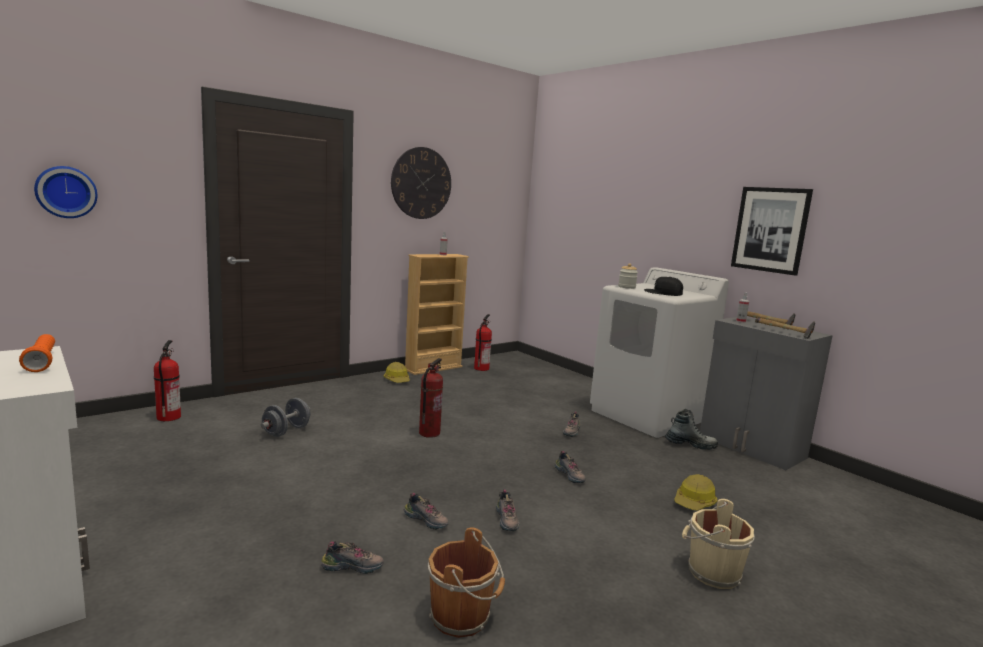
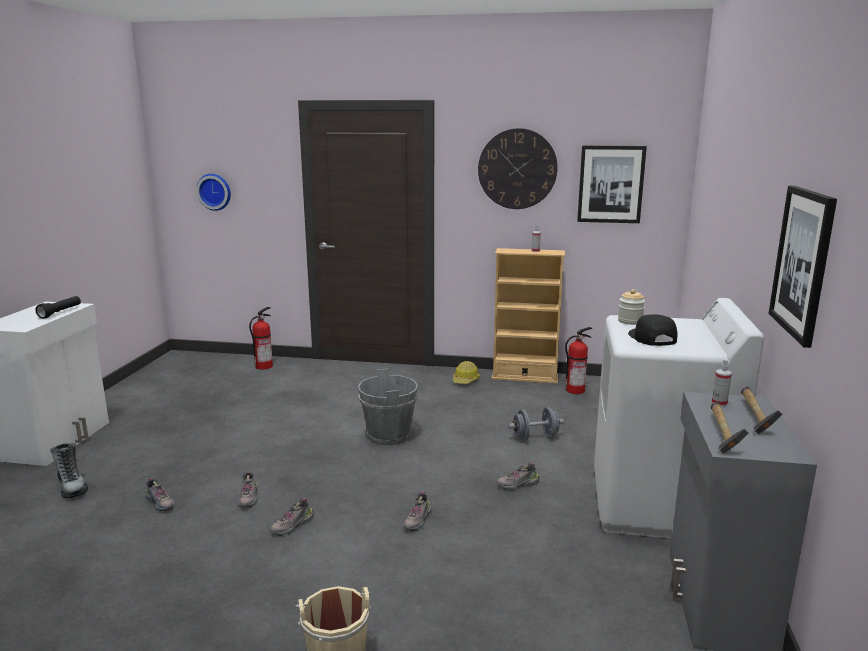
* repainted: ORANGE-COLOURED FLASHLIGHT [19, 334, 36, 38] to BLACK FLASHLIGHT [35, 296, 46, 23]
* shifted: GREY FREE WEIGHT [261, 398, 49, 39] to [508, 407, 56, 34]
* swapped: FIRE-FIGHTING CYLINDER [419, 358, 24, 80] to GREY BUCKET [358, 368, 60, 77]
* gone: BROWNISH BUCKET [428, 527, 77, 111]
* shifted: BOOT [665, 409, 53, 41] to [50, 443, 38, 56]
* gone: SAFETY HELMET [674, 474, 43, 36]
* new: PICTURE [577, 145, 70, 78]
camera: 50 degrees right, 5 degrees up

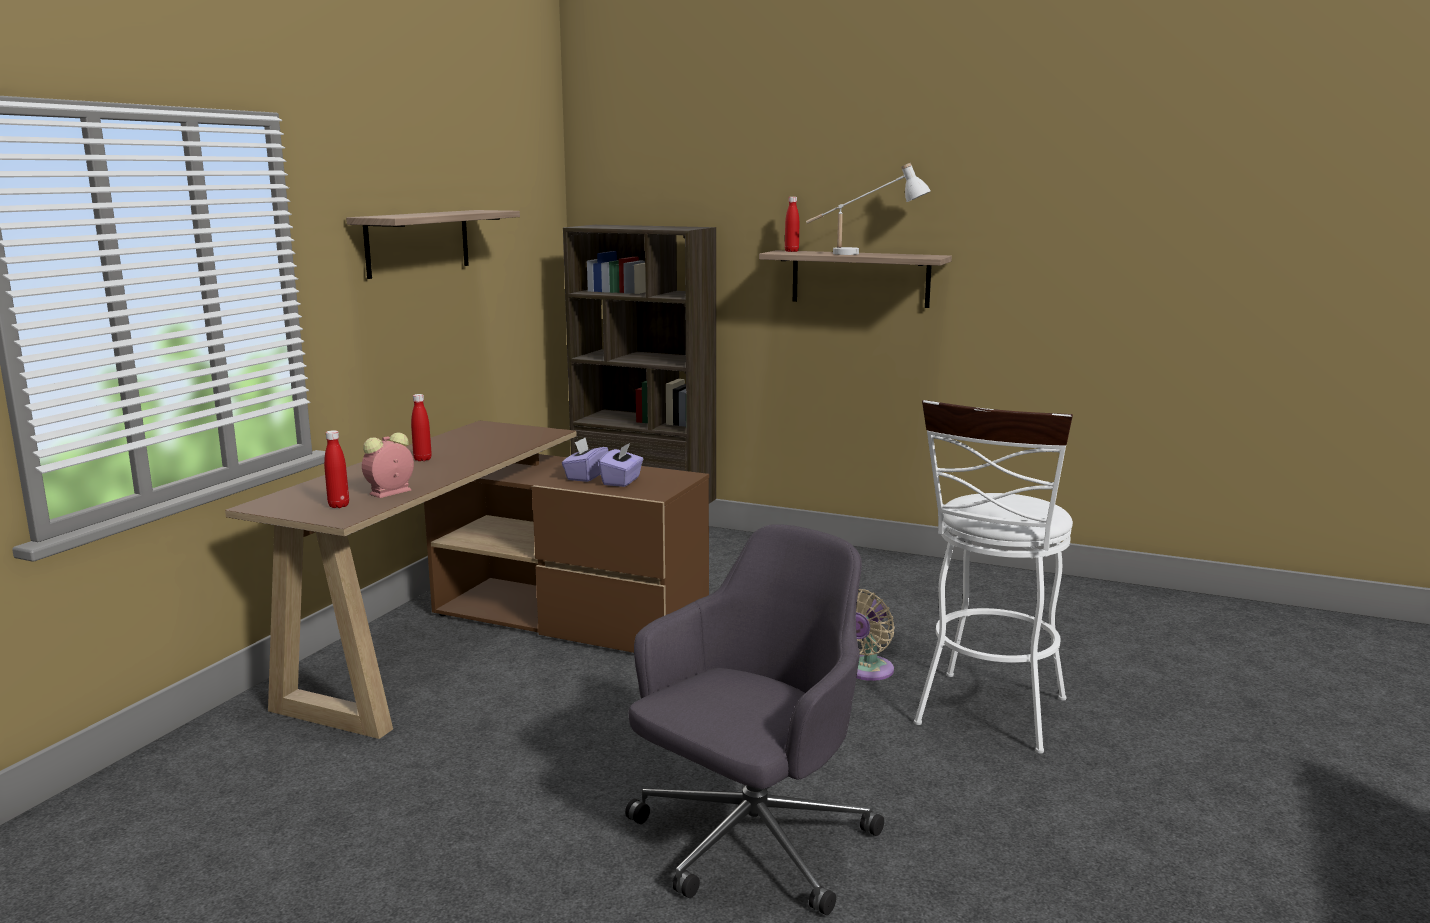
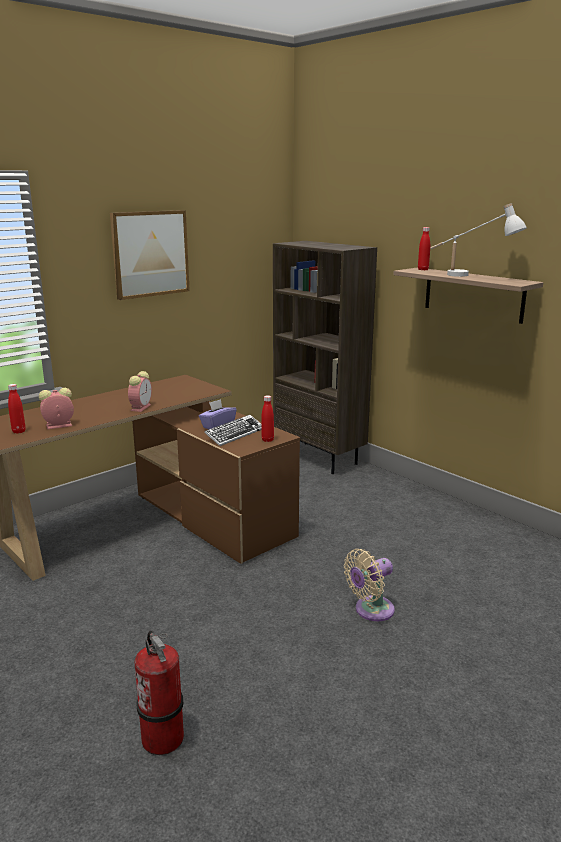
* swapped: BRACKET SHELF [346, 210, 174, 69] to PICTURE [110, 210, 80, 90]
* shifted: RED-COLOURED DRINK BOTTLE [411, 394, 21, 67] to [261, 395, 13, 47]
* swapped: PURPLE-COLOURED TISSUE HOLDER [598, 443, 45, 44] to KEYBOARD [204, 415, 58, 31]
* swapped: GREY OFFICE CHAIR [625, 524, 259, 391] to FIRE-FIGHTING CYLINDER [134, 631, 50, 124]
* gone: WHITE STOOL [914, 400, 159, 354]
* new: TABLE CLOCK [128, 371, 24, 41]
camera: 25 degrees right, 5 degrees up

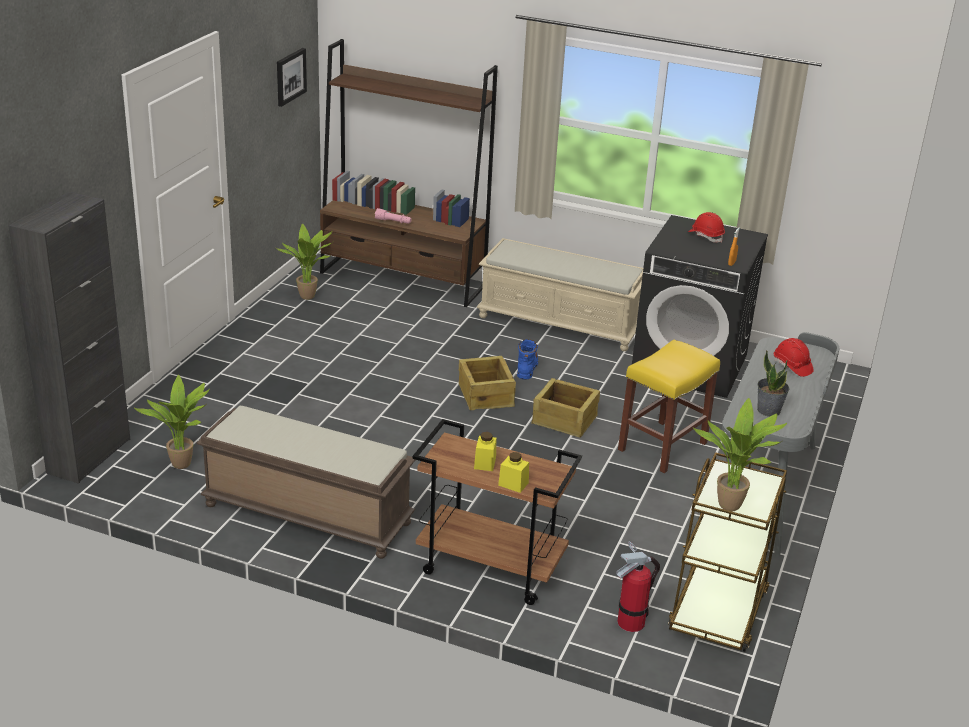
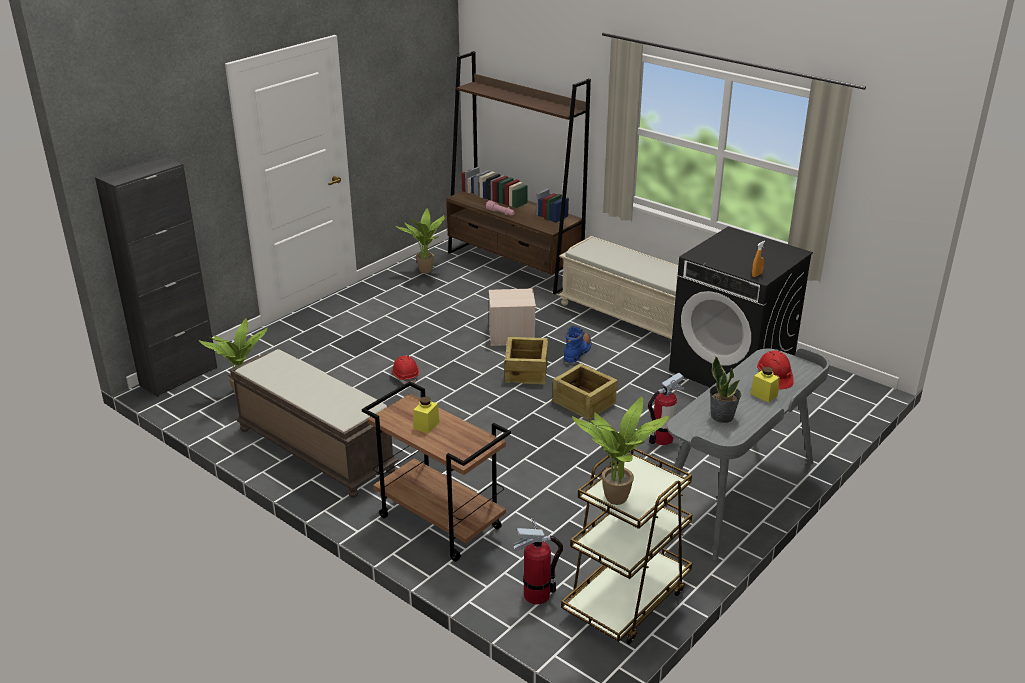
* gone: PICTURE [277, 48, 30, 59]
* shifted: YELLOW STORAGE JAR [498, 452, 31, 41] to [751, 367, 29, 36]
* swapped: YELLOW STOOL [618, 339, 102, 134] to FIRE-FIGHTING CYLINDER [648, 373, 36, 72]
* shifted: RED-COLOURED SAFETY HELMET [688, 212, 37, 31] to [391, 356, 28, 28]
* new: BEIGE STORAGE BIN [489, 288, 47, 58]
camera: 20 degrees right, 0 degrees up

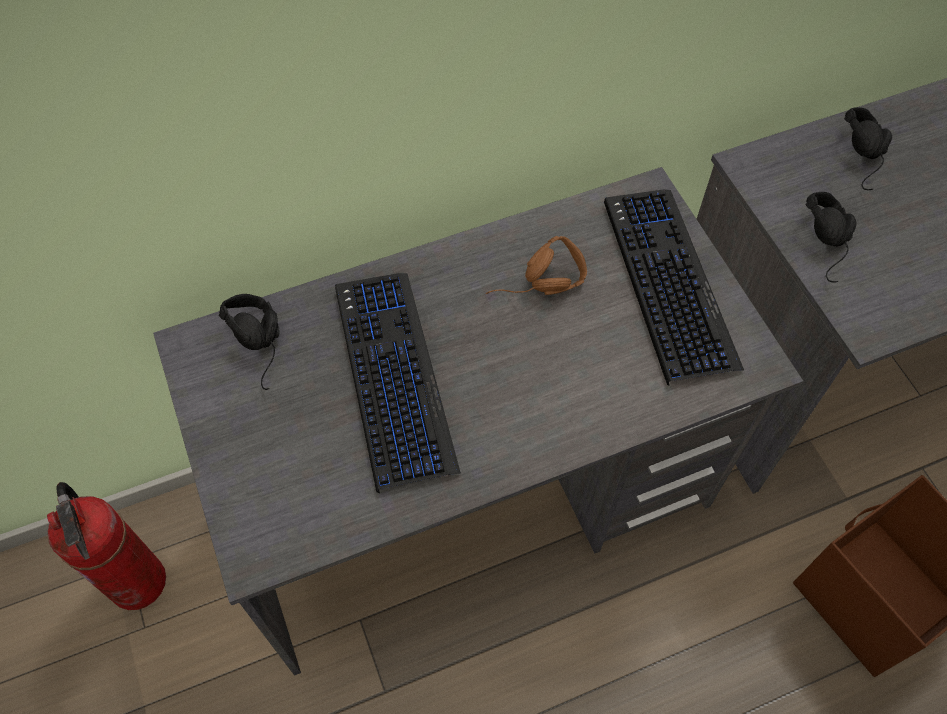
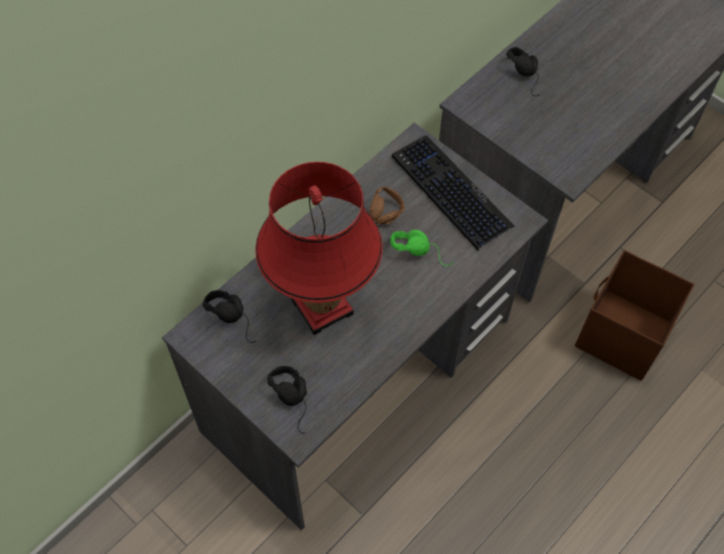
* gone: FIRE-FIGHTING CYLINDER [47, 482, 119, 128]
* swapped: KEYBOARD [335, 273, 126, 220] to RED-COLOURED TABLE LAMP [255, 162, 128, 173]
* shifted: BLACK HEADPHONES [805, 192, 52, 90] to [267, 366, 40, 68]
* new: GREEN-COLOURED HEADPHONES [390, 230, 65, 36]
camera: 25 degrees left, 0 degrees up

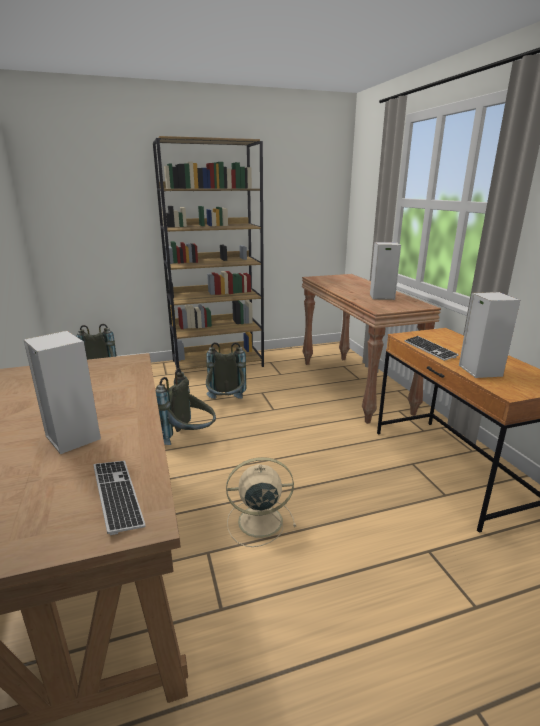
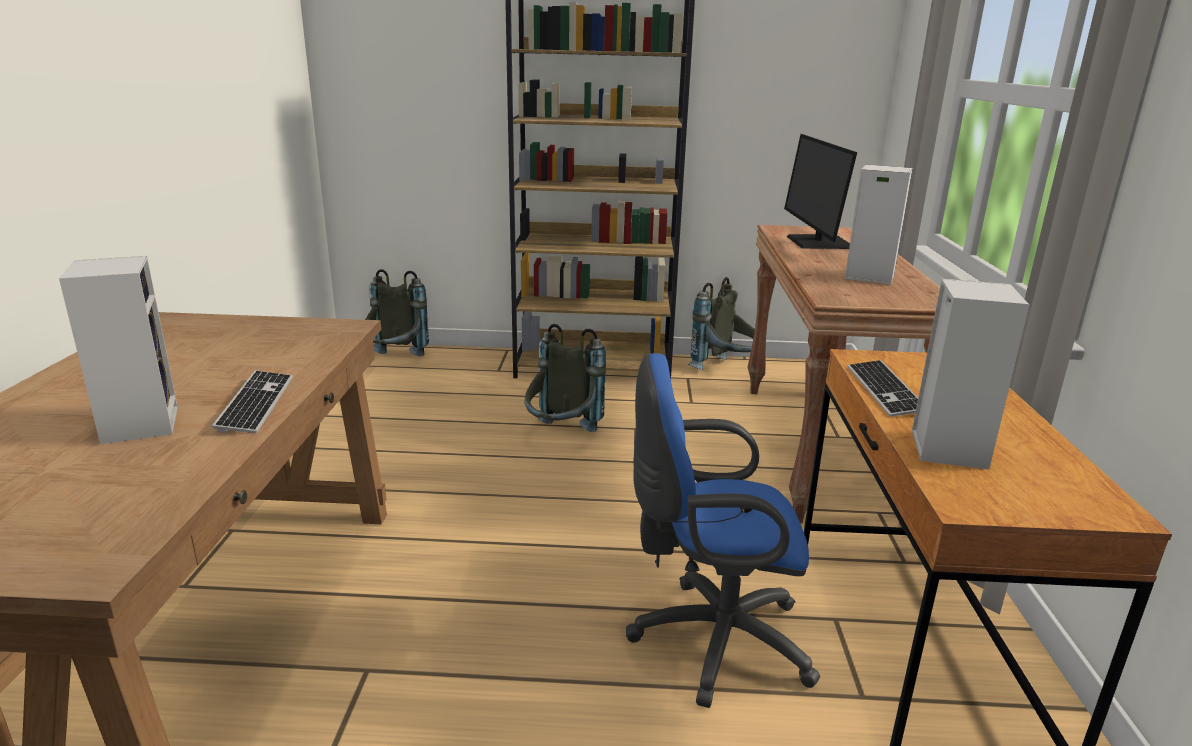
* shifted: KEYBOARD [94, 461, 51, 74] to [212, 370, 81, 63]
* shifted: GREY BACKPACK [156, 368, 60, 77] to [688, 277, 67, 93]
* gone: BEIGE COOLING FAN [226, 457, 70, 90]
* new: BLUISH OFFICE CHAIR [626, 353, 194, 355]
* new: MONITOR [784, 134, 73, 115]
camera: 20 degrees right, 0 degrees up

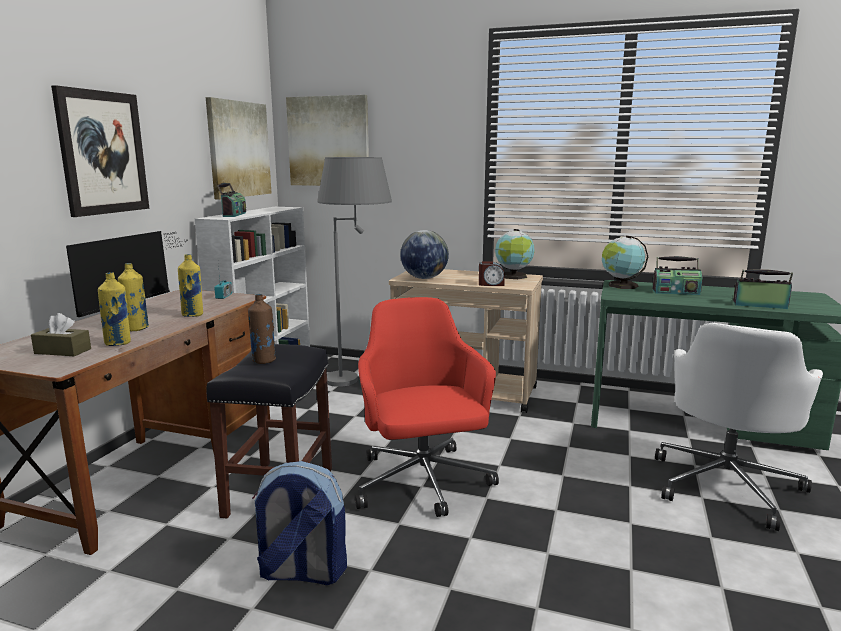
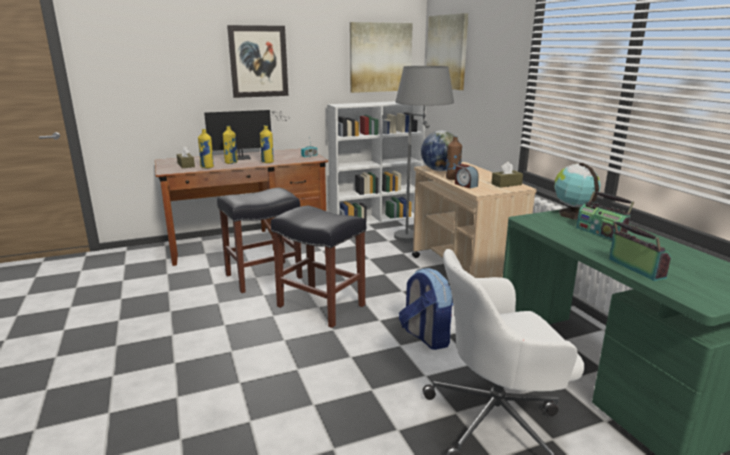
* gone: RADIO RECEIVER [217, 183, 29, 34]
* shifted: BROWNISH DRINK BOTTLE [248, 294, 28, 70] to [446, 136, 16, 44]
* shifted: BACKPACK [252, 461, 95, 124] to [399, 268, 54, 82]
* swapped: RED-COLOURED OFFICE CHAIR [355, 297, 144, 220] to BLACK STOOL [271, 206, 95, 122]
* swapped: DESK GLOBE [495, 229, 40, 50] to BROWNISH TISSUE HOLDER [491, 162, 32, 26]
camera: 50 degrees right, 5 degrees up

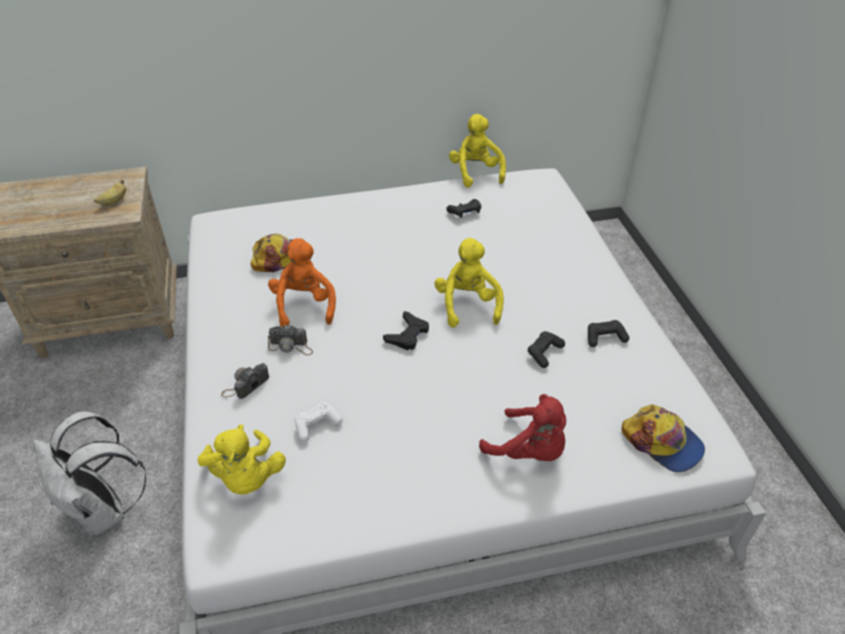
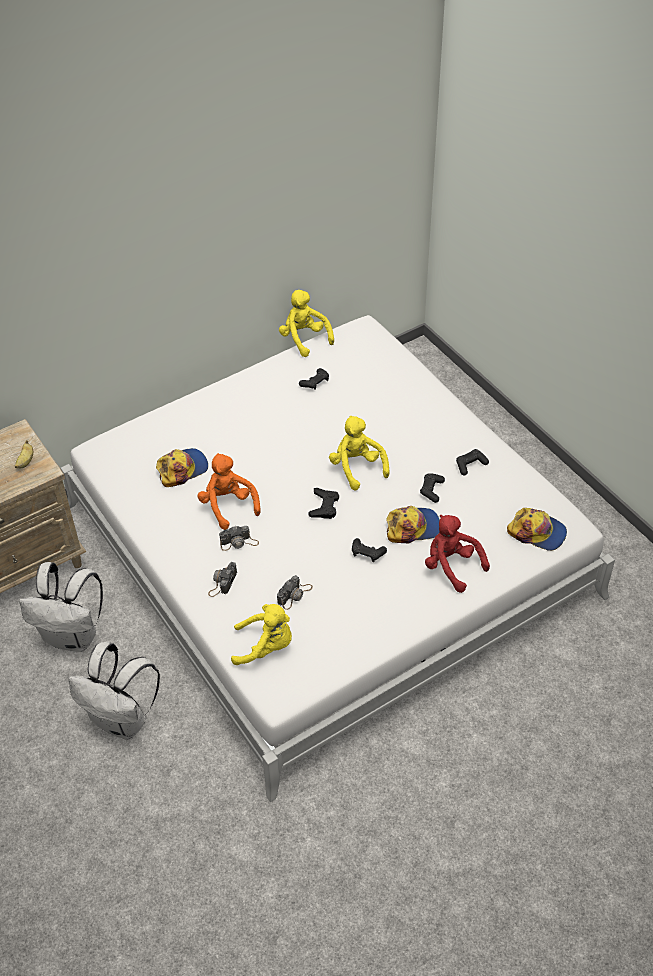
* rotated: YELLOW CUDDLY TOY [197, 424, 89, 71] = [231, 604, 61, 61] 45 degrees counterclockwise
* swapped: WHITE JOYPAD [295, 402, 48, 40] to PHOTO CAMERA [277, 575, 36, 35]
* rotated: RED-COLOURED CUDDLY TOY [479, 394, 87, 67] = [425, 515, 65, 78] 150 degrees counterclockwise
* new: WHITE BACKPACK [19, 562, 84, 90]
* new: BLACK JOYPAD [352, 538, 35, 24]
* new: BASEBALL CAP [386, 506, 54, 37]
camera: 20 degrees left, 5 degrees up

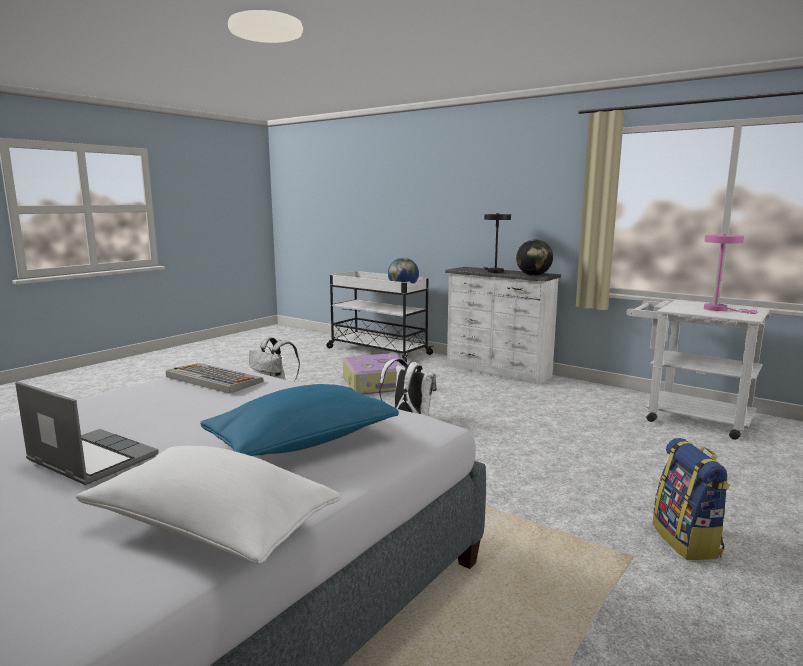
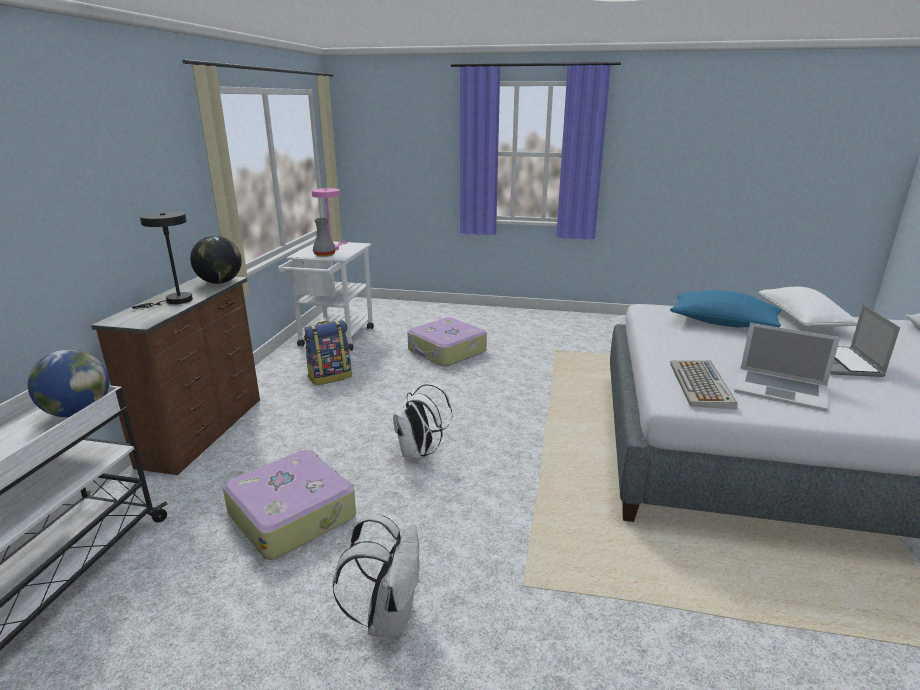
* repainted: WHITE CHEST OF DRAWERS [445, 267, 116, 118] to BROWNISH CHEST OF DRAWERS [91, 276, 169, 199]
* shifted: BACKPACK [652, 438, 78, 122] to [304, 320, 48, 66]
* new: GREY FLOWER VASE [313, 218, 23, 39]
* new: PIECE OF LUGGAGE [408, 317, 79, 50]
* new: LAPTOP [734, 323, 106, 89]
camera: 115 degrees left, 10 degrees up

